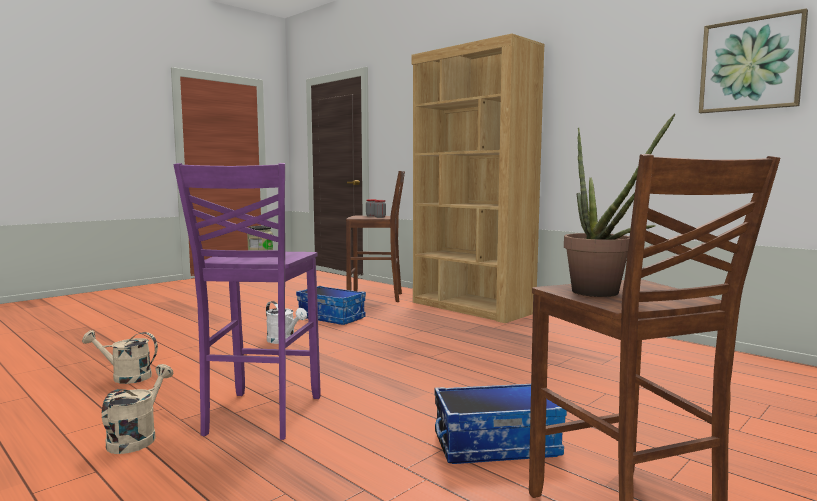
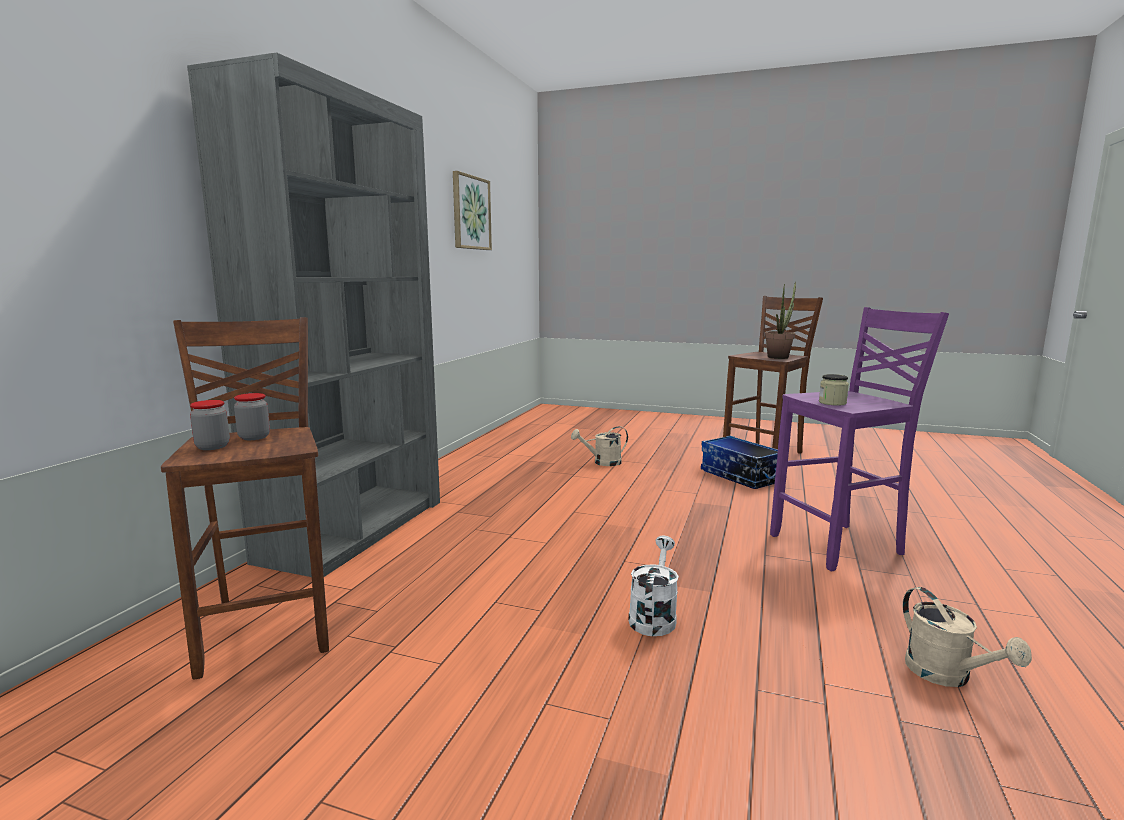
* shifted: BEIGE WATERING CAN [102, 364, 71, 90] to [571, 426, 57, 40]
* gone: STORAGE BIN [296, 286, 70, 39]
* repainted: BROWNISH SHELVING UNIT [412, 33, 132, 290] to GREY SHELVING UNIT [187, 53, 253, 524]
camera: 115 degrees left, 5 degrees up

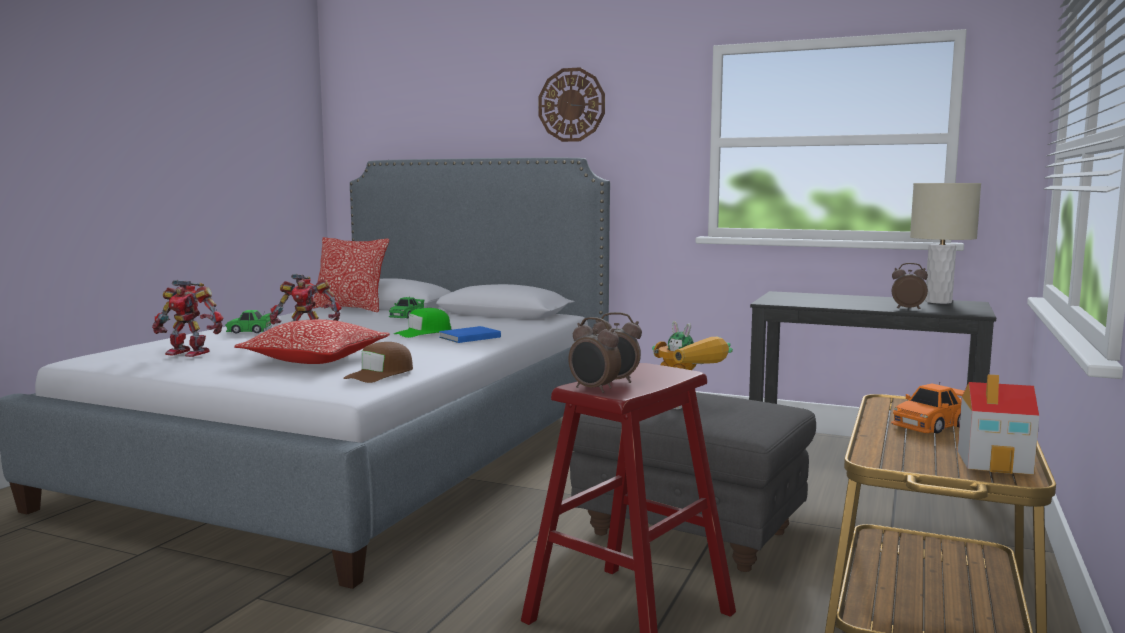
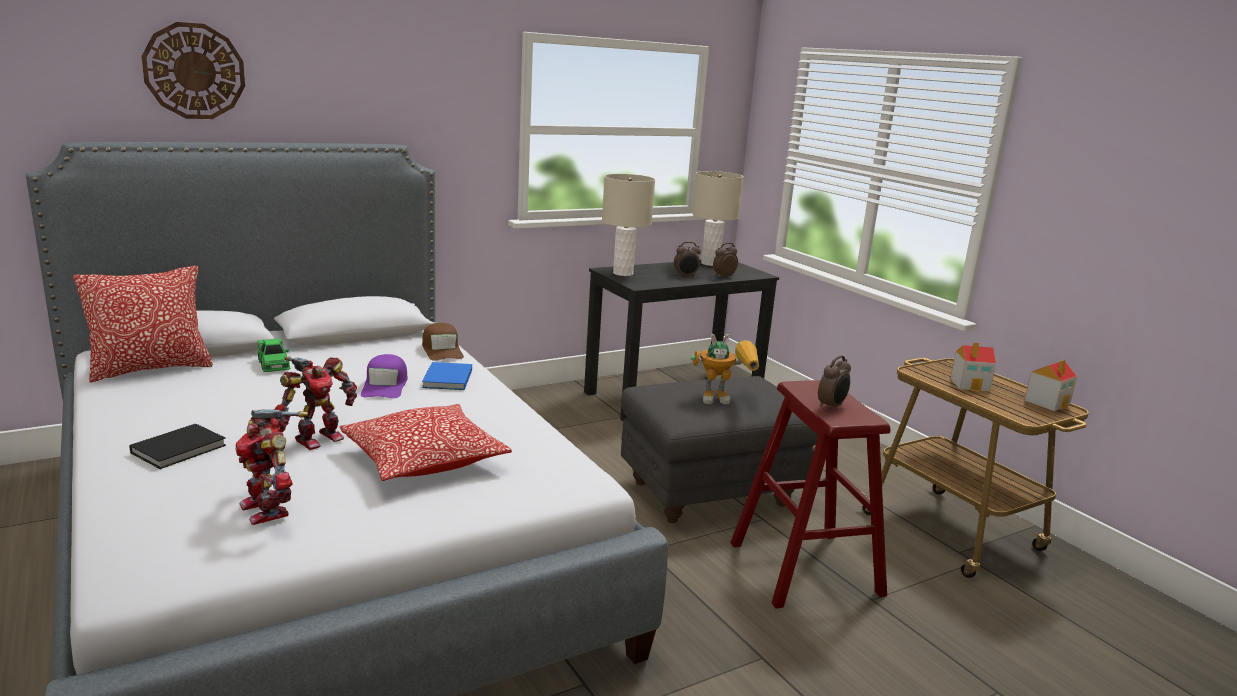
* rotated: ROBOT FIGURE [152, 280, 71, 77] = [236, 409, 72, 116] 90 degrees clockwise
* swapped: GREEN-COLOURED TOY CAR [225, 310, 47, 24] to BLACK VOLUME [129, 424, 97, 45]
* shifted: BROWNISH BASEBALL CAP [343, 342, 70, 41] to [422, 323, 42, 38]
* repainted: GREEN-COLOURED BASEBALL CAP [394, 308, 57, 30] to PURPLE-COLOURED BASEBALL CAP [361, 354, 46, 44]
* shifted: HANGING CLOCK [538, 67, 67, 75] to [141, 22, 104, 97]
* shifted: TABLE CLOCK [568, 317, 53, 76] to [674, 242, 27, 35]
* swapped: ORANGE-COLOURED TOY CAR [891, 382, 73, 51] to TOY HOUSE [950, 342, 46, 50]
* new: BEIGE TABLE LAMP [602, 174, 53, 102]
camera: 55 degrees left, 10 degrees up

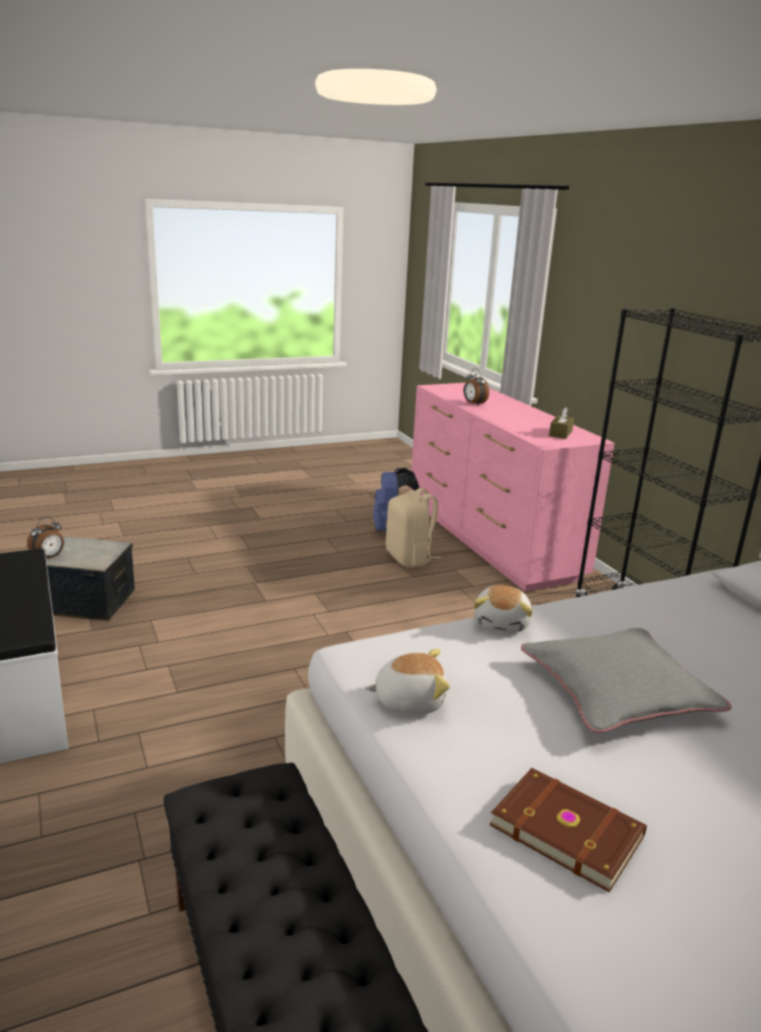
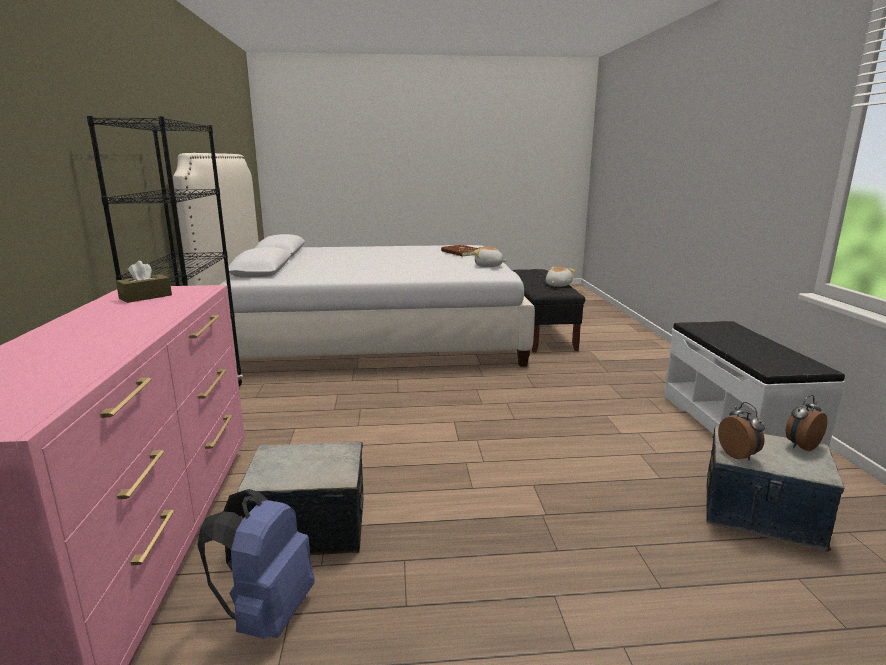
* swapped: BEIGE BACKPACK [386, 488, 55, 80] to STORAGE BIN [237, 442, 126, 113]
* shifted: TABLE CLOCK [464, 368, 25, 38] to [718, 402, 47, 59]
* shifted: CUDDLY TOY [473, 585, 60, 48] to [546, 267, 29, 20]
* gone: GREY CUSHION [521, 628, 211, 105]
camera: 160 degrees left, 5 degrees down

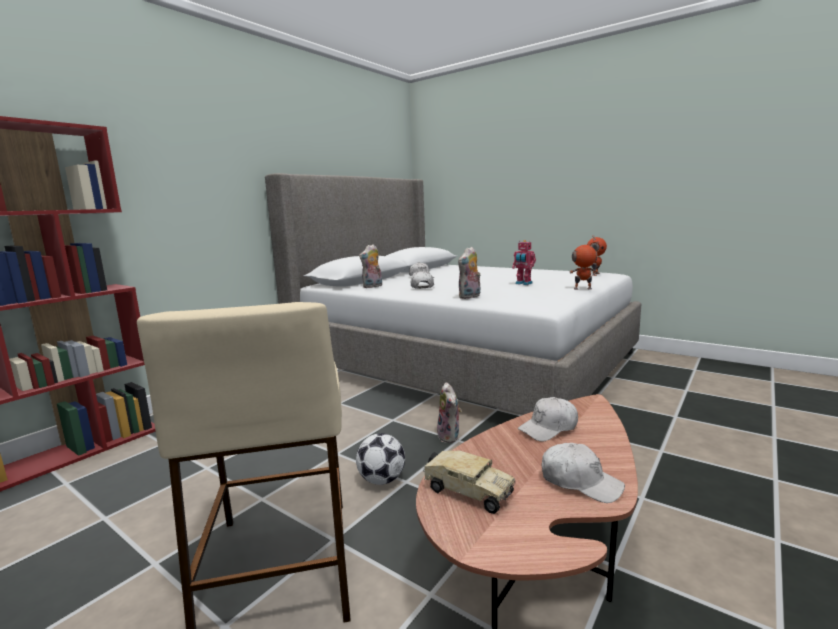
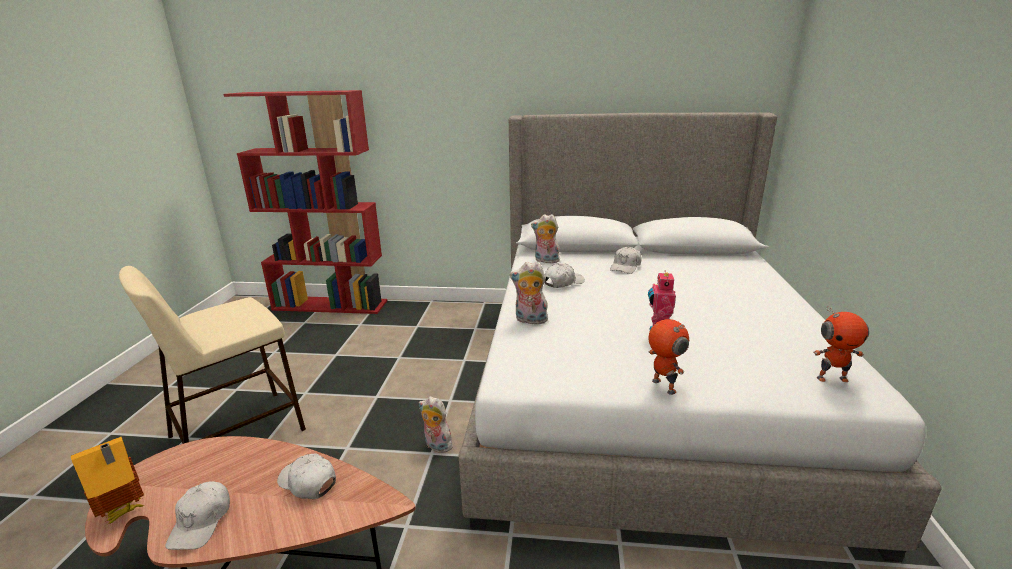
* gone: BALL FOR FOOTBALL [356, 433, 49, 52]
* gone: TOY TRUCK [423, 451, 92, 63]
* rotated: CUDDLY TOY [437, 382, 25, 61] = [419, 396, 35, 57] 75 degrees clockwise
* new: TOY HOUSE [71, 437, 73, 88]
camera: 60 degrees right, 10 degrees up

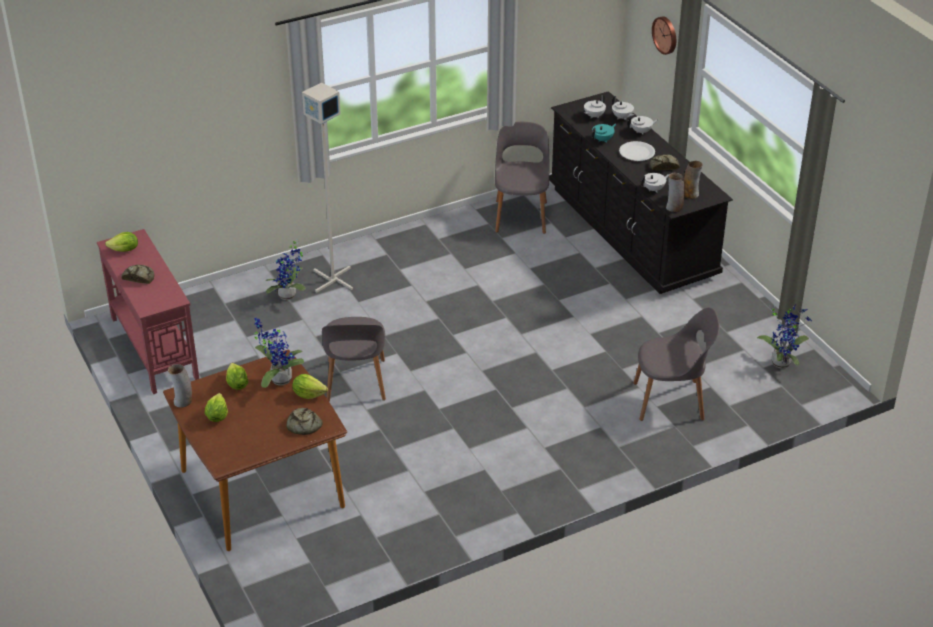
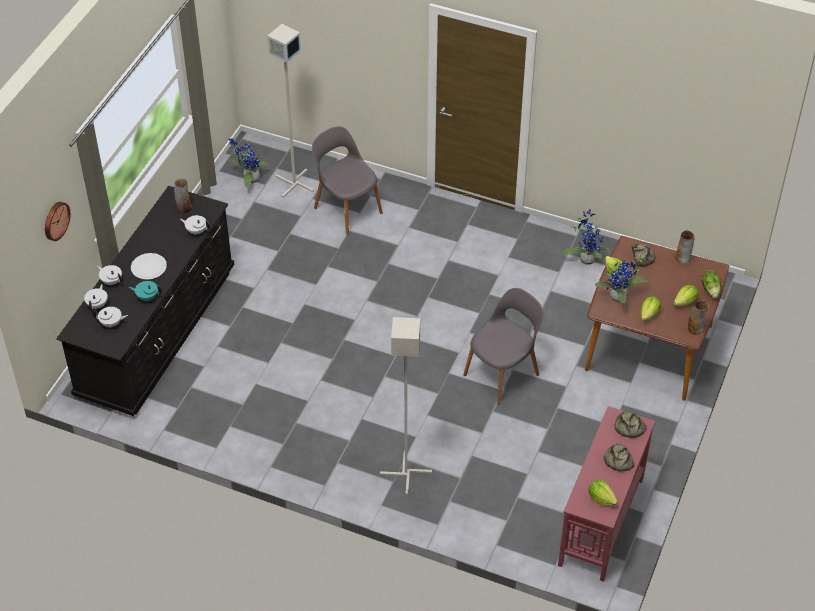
* shifted: POTTED PLANT [266, 240, 40, 60] to [563, 209, 49, 56]
* gone: GREY PLAIN CHAIR [495, 122, 55, 112]
* shifted: BAKERY BREAD [650, 154, 30, 17] to [615, 411, 31, 27]
* shifted: FLOWER VASE [666, 172, 19, 40] to [675, 230, 19, 34]
* new: GREY FLOOR LAMP [267, 24, 47, 174]
* new: LETTUCE HEAD [702, 270, 19, 28]
camera: 130 degrees left, 10 degrees up

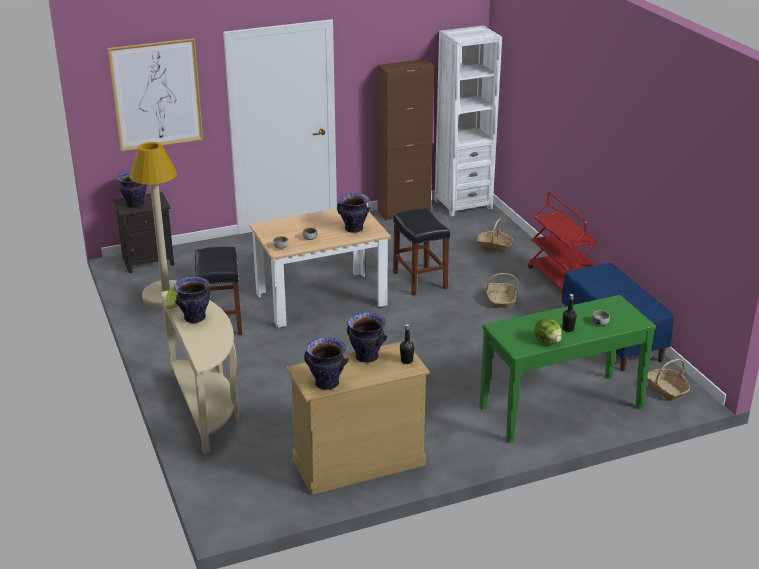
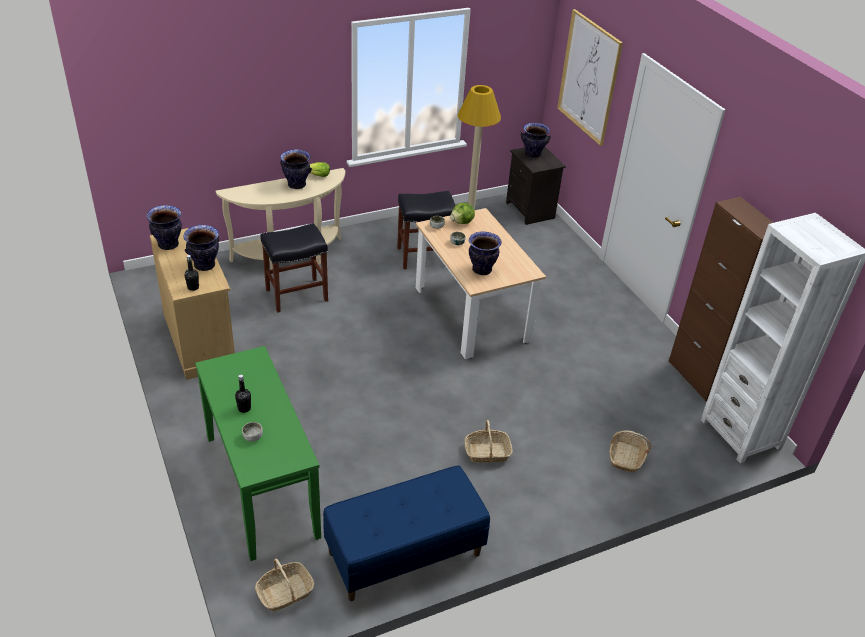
* shifted: BLACK STOOL [393, 208, 57, 88] to [260, 223, 68, 90]
* gone: RED-COLOURED WHEELED CART [528, 192, 70, 100]
* shifted: LETTUCE HEAD [534, 318, 28, 26] to [450, 203, 25, 21]
camera: 85 degrees right, 10 degrees up

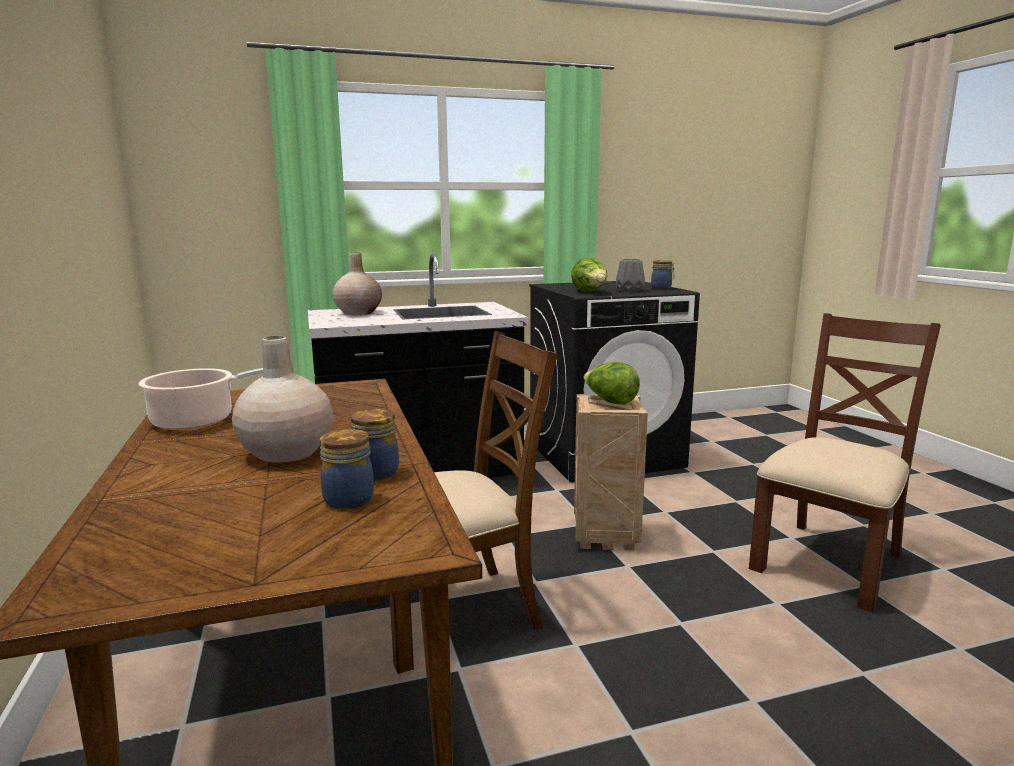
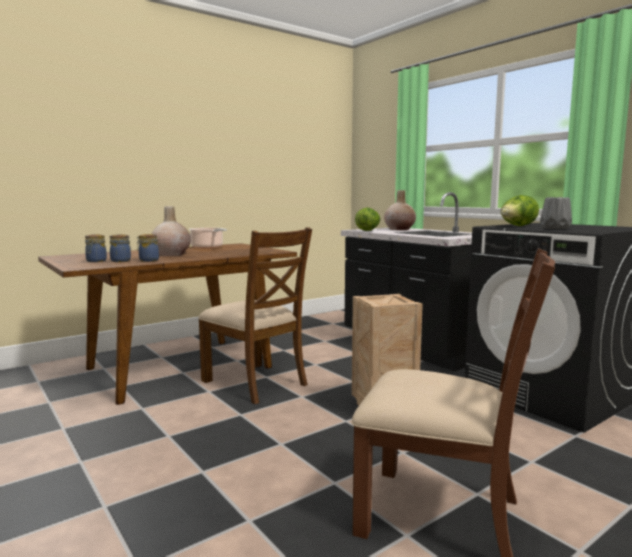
* shifted: LETTUCE HEAD [584, 362, 56, 43] to [355, 208, 25, 23]
* shifted: STORAGE JAR [651, 260, 24, 29] to [85, 234, 22, 28]
camera: 70 degrees right, 5 degrees down

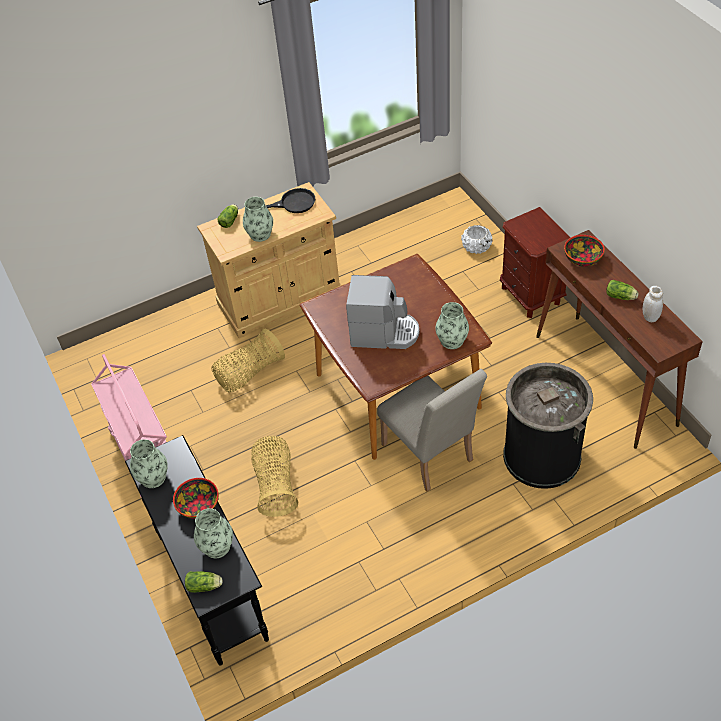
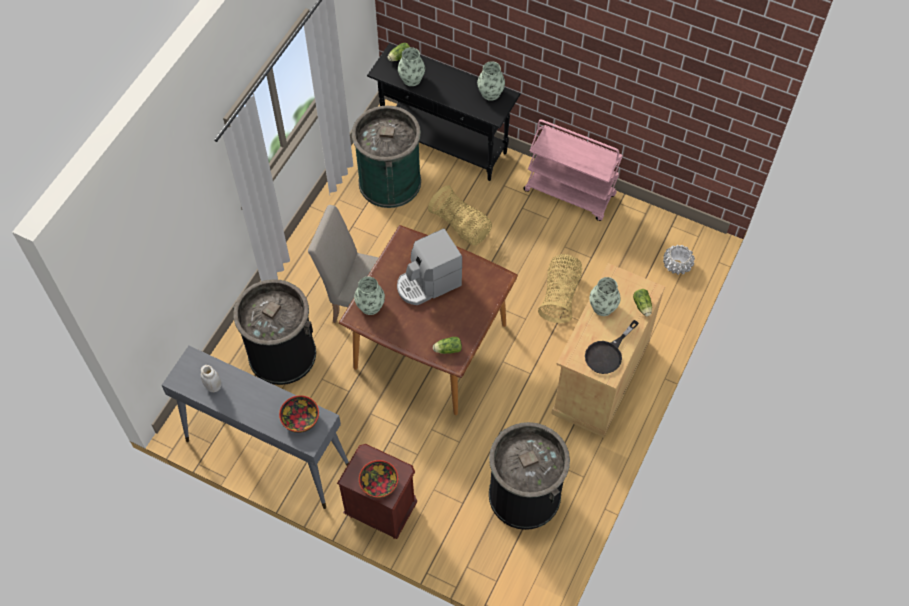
* shifted: BOWL [173, 478, 46, 41] to [359, 460, 39, 38]
* shifted: WHITE PLANTER [461, 225, 31, 29] to [663, 245, 32, 30]
* repainted: BROWNISH HALL TABLE [536, 230, 167, 219] to GREY HALL TABLE [162, 346, 187, 163]
* shifted: LETTUCE HEAD [606, 280, 32, 20] to [433, 337, 29, 17]
* new: GREEN-COLOURED WASTE BIN [352, 106, 69, 102]
* new: BLACK WASTE BIN [489, 422, 81, 108]
camera: 140 degrees right, 10 degrees up

